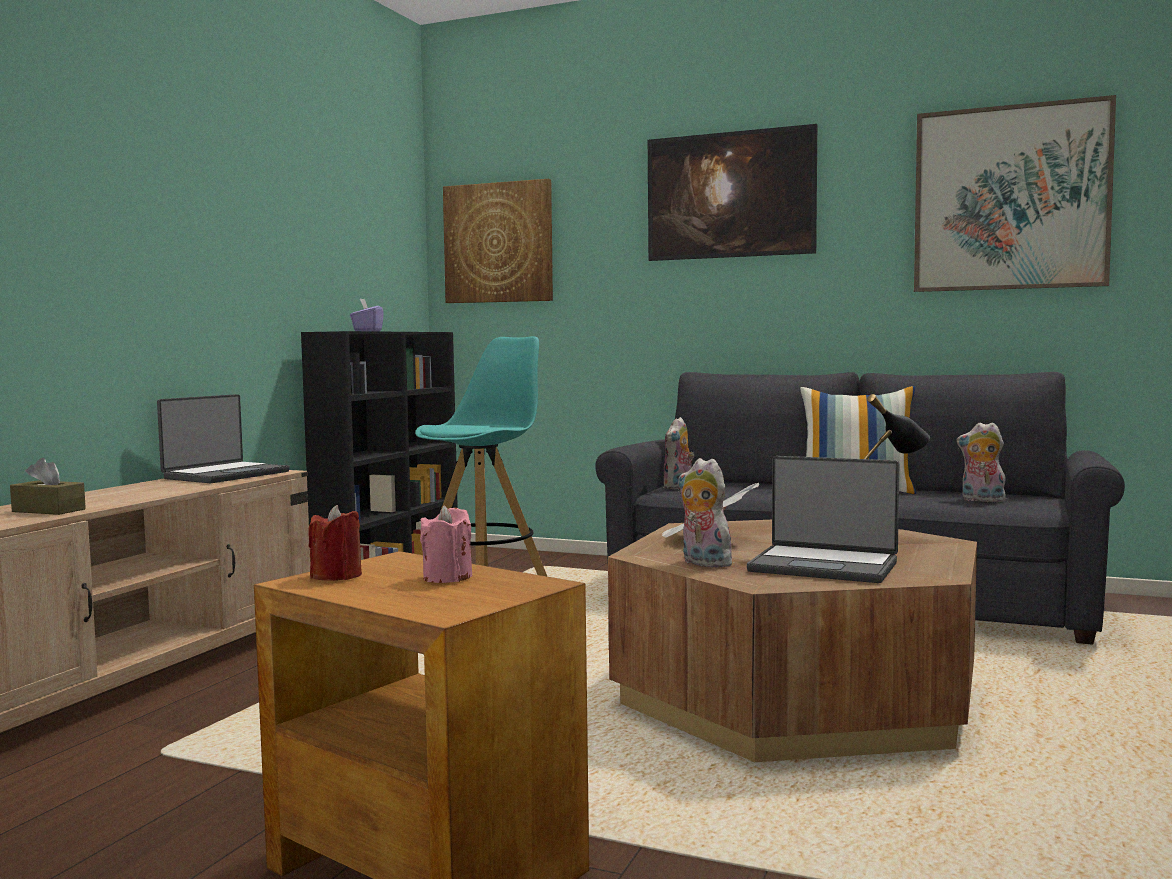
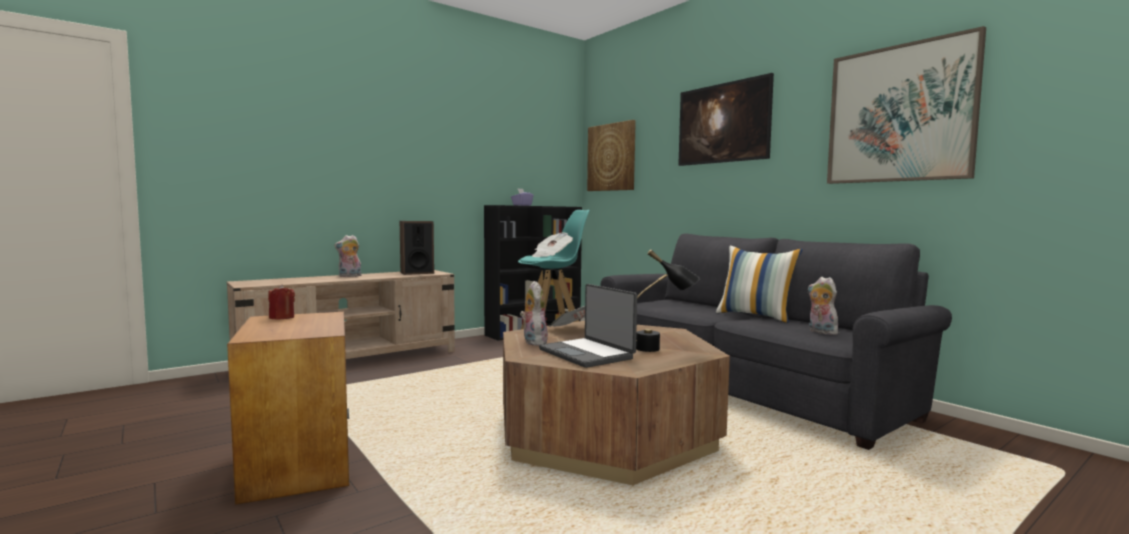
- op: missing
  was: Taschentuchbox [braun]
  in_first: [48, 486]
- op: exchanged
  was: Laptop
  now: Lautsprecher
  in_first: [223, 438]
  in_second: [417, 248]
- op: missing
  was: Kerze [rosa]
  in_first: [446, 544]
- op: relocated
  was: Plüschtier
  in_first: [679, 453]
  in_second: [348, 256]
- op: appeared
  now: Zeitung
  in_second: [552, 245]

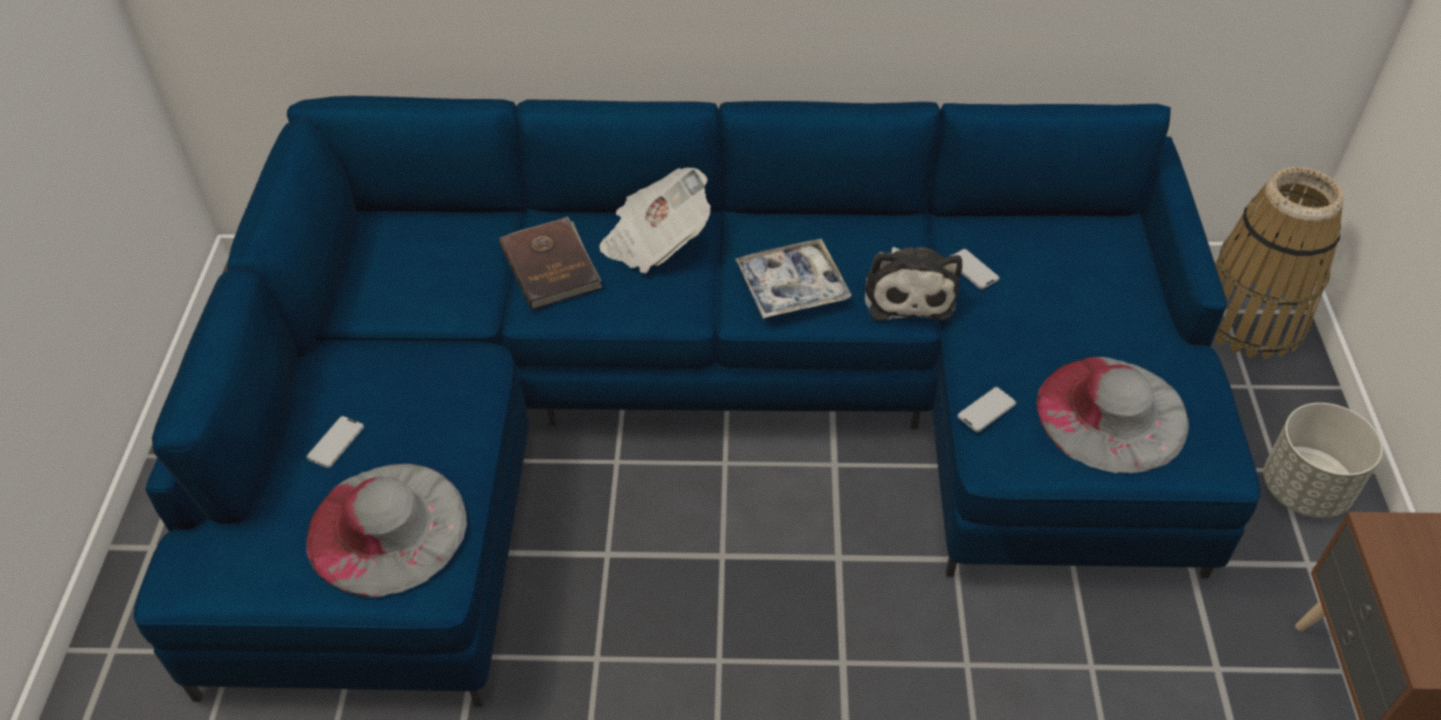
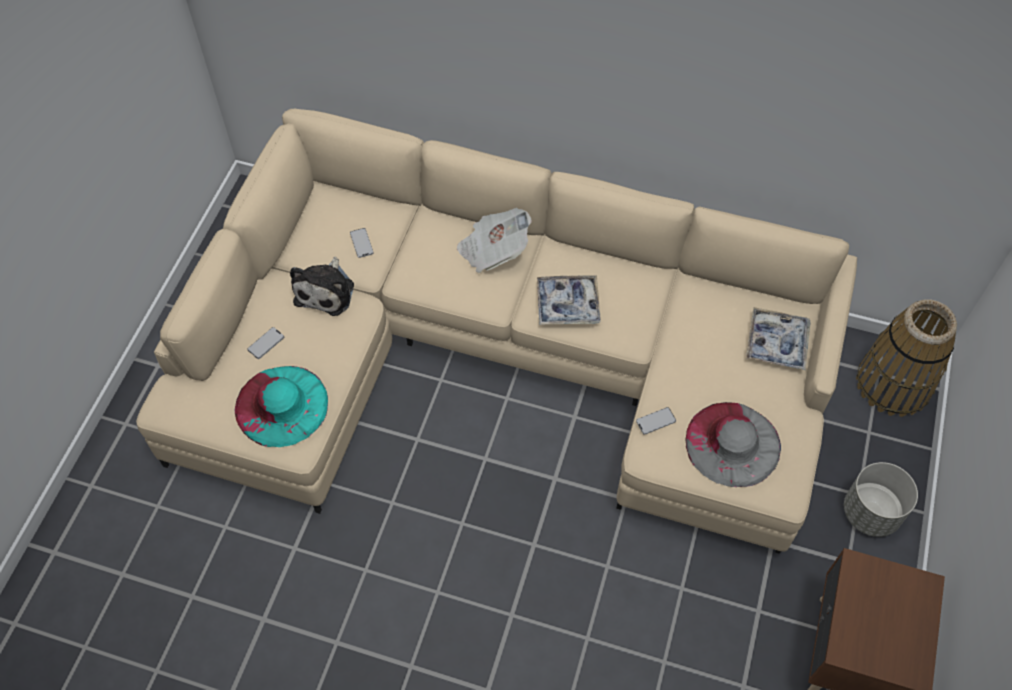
- op: colour
  was: Sofa [blau]
  now: Sofa [beige]
  in_first: [697, 401]
  in_second: [496, 331]
- op: colour
  was: Hut [grau]
  now: Hut [türkis]
  in_first: [386, 530]
  in_second: [281, 406]
- op: missing
  was: Buch [braun]
  in_first: [551, 263]
- op: relocated
  was: Plüschtier
  in_first: [913, 284]
  in_second: [322, 286]
- op: relocated
  was: Handy
  in_first: [974, 269]
  in_second: [362, 243]
- op: appeared
  now: Tablett
  in_second: [778, 338]

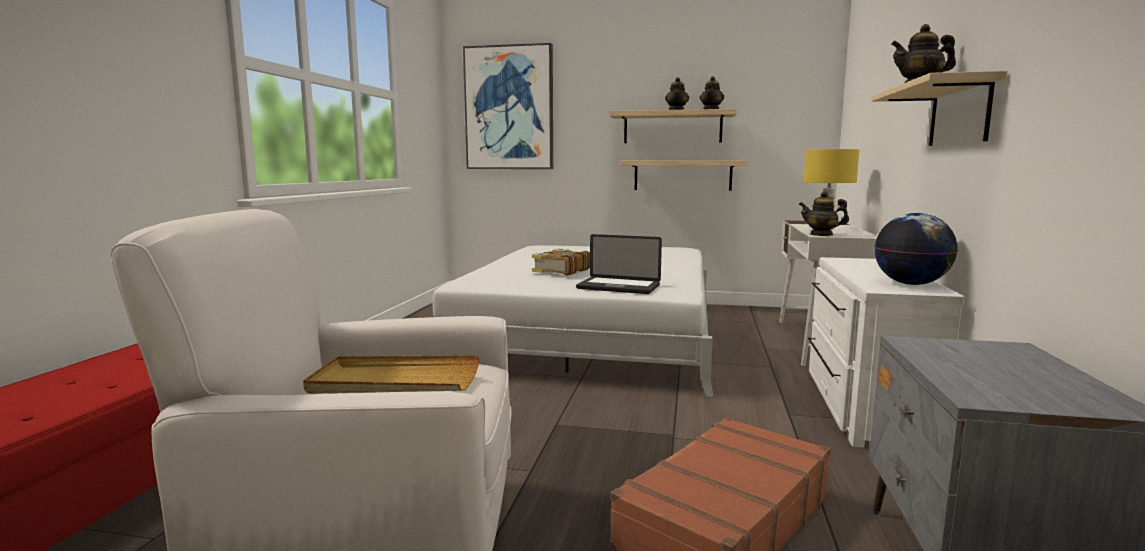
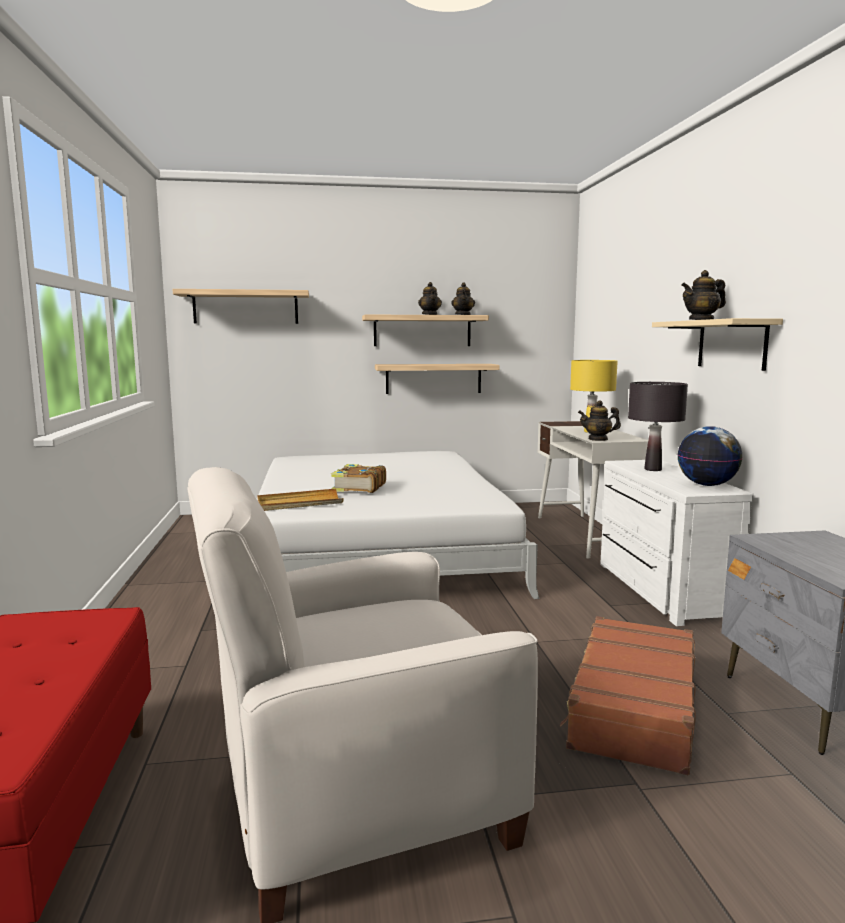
- op: relocated
  was: Tablett [beige]
  in_first: [391, 374]
  in_second: [300, 500]
- op: exchanged
  was: Bild
  now: Wandregal
  in_first: [508, 106]
  in_second: [240, 306]
- op: missing
  was: Laptop
  in_first: [619, 264]
- op: appeared
  now: Tischlampe [schwarz]
  in_second: [658, 426]

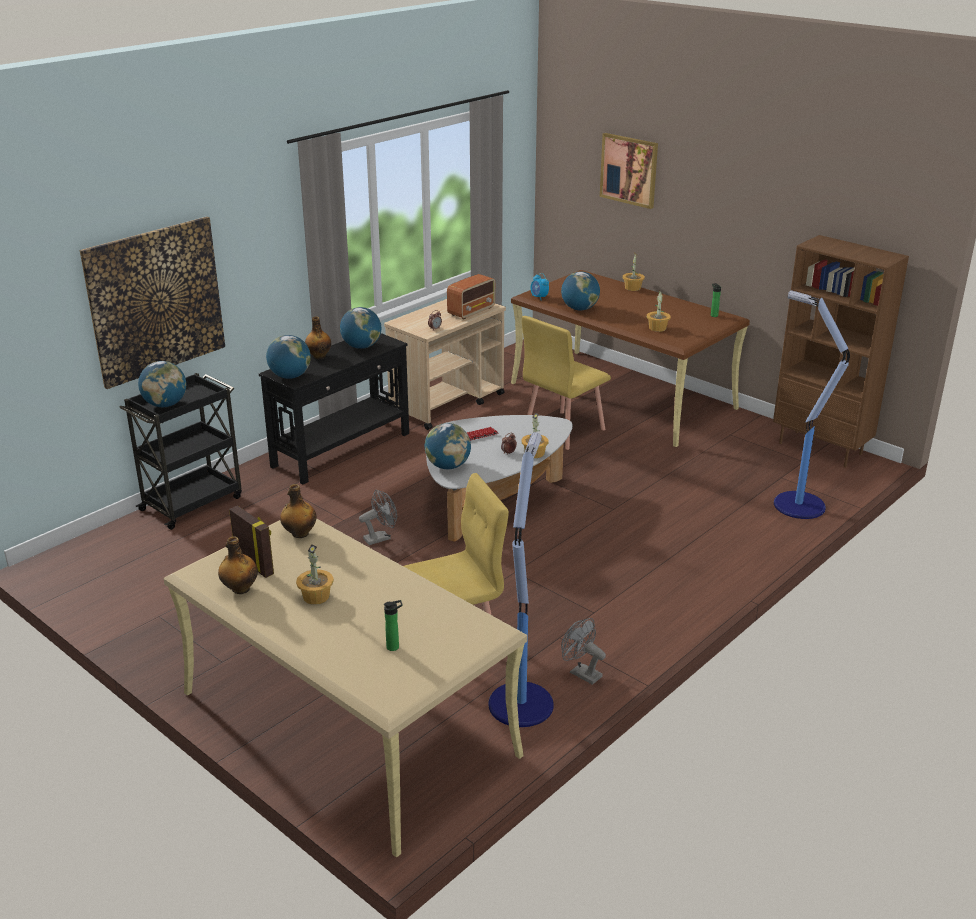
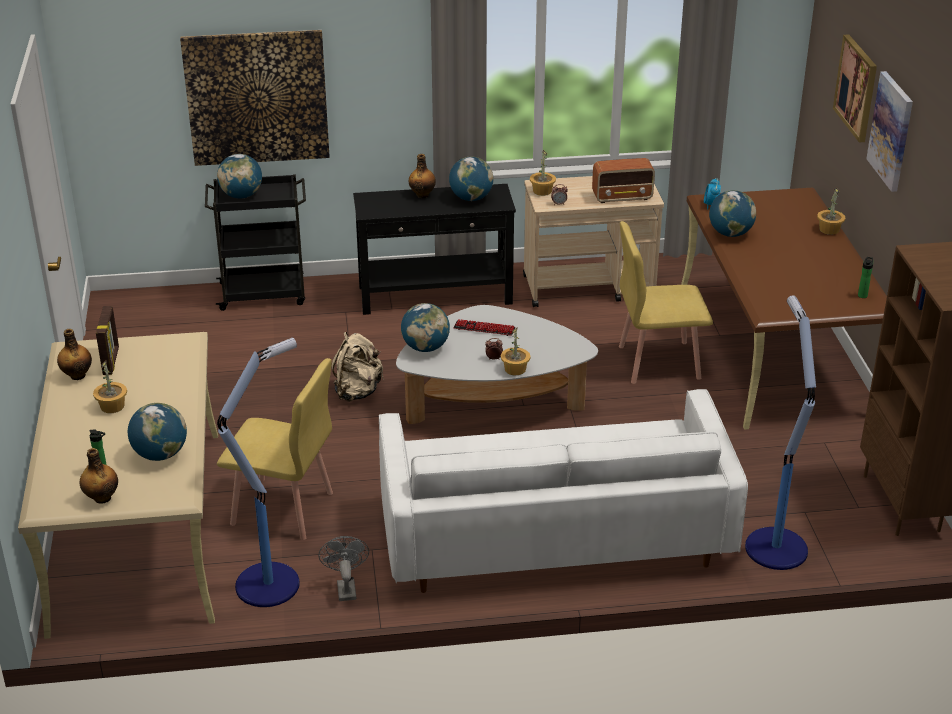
- op: relocated
  was: Globus
  in_first: [288, 357]
  in_second: [157, 432]
- op: relocated
  was: Flasche
  in_first: [298, 511]
  in_second: [99, 476]
- op: exchanged
  was: Ventilator [grau]
  now: Rucksack [beige]
  in_first: [378, 517]
  in_second: [357, 367]
- op: relocated
  was: Topfpflanze
  in_first: [659, 311]
  in_second: [543, 173]
- op: appeared
  now: Sofa [weiß]
  in_second: [563, 491]
- op: appeared
  now: Bild
  in_second: [889, 131]

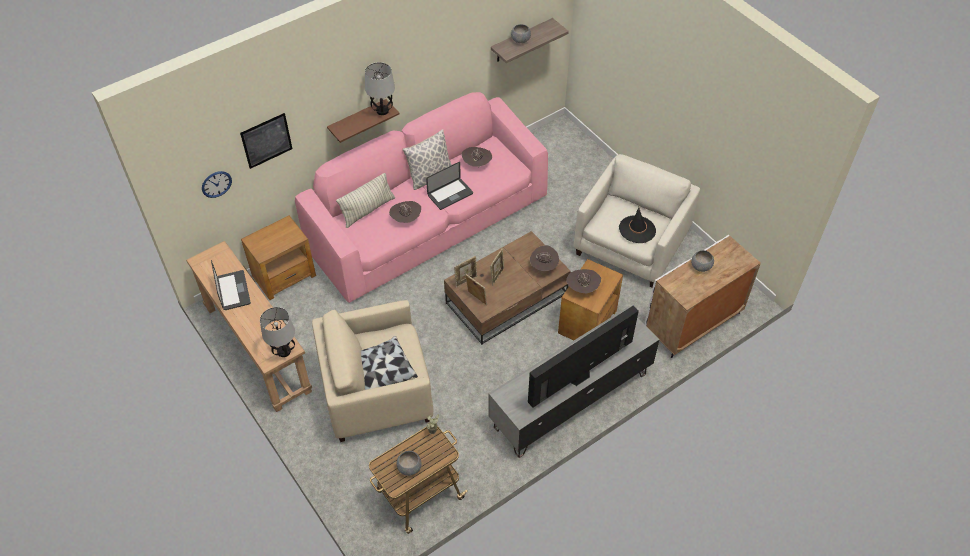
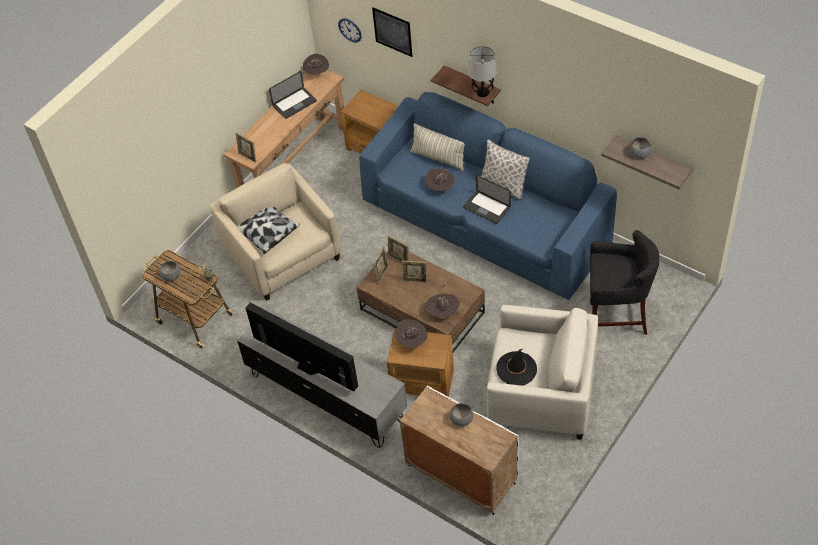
- op: exchanged
  was: Tischlampe
  now: Bilderrahmen
  in_first: [277, 332]
  in_second: [245, 147]
- op: colour
  was: Sofa [rosa]
  now: Sofa [blau]
  in_first: [421, 197]
  in_second: [488, 196]
- op: relocated
  was: Hut [braun]
  in_first: [477, 157]
  in_second: [316, 64]
- op: appeared
  now: Hocker [schwarz]
  in_second: [625, 282]

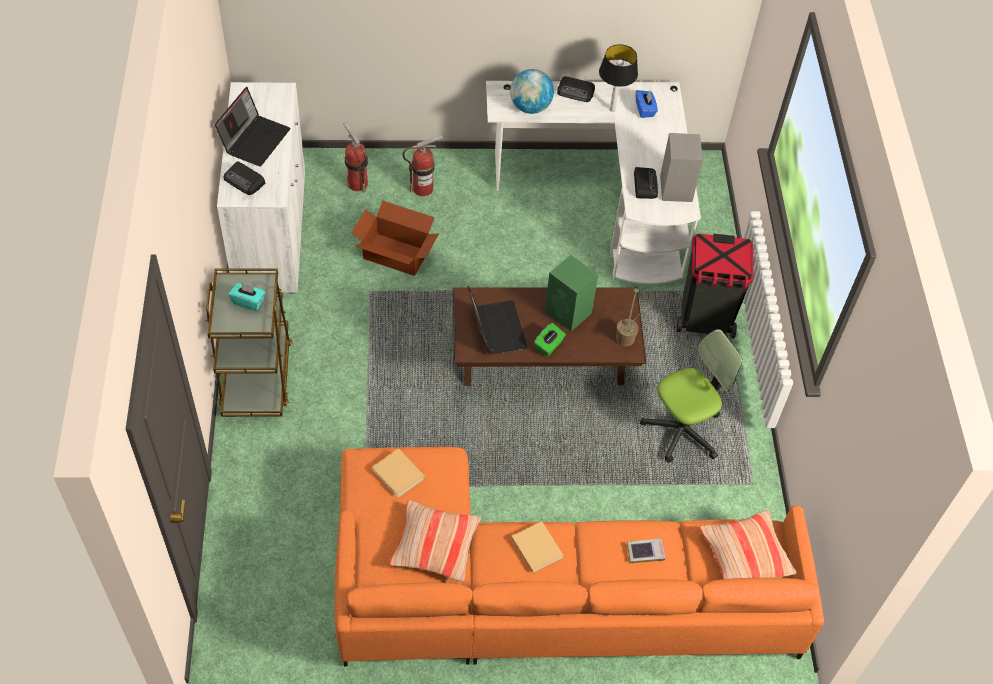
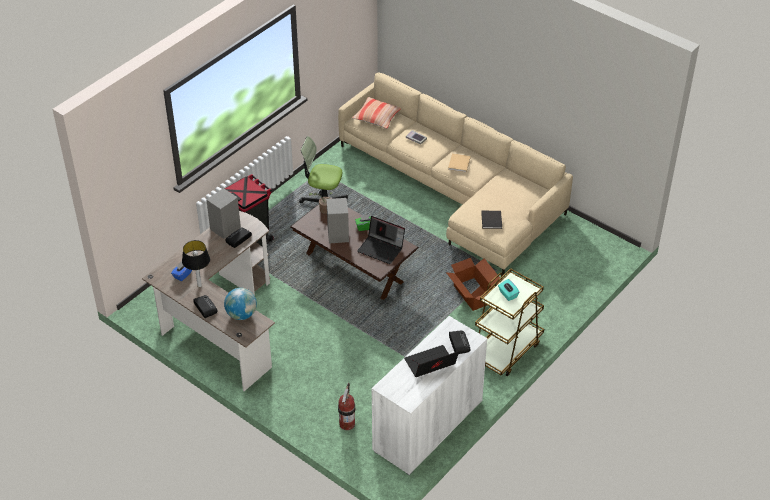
- op: colour
  was: Sofa [orange]
  now: Sofa [beige]
  in_first: [579, 557]
  in_second: [455, 173]
- op: relocated
  was: Karton
  in_first: [395, 238]
  in_second: [473, 284]
- op: colour
  was: Buch [beige]
  now: Buch [schwarz]
  in_first: [398, 473]
  in_second: [491, 220]
- op: missing
  was: Kissen
  in_first: [435, 541]
- op: missing
  was: Feuerlöscher
  in_first: [423, 165]
- op: spun
  was: Laptop
  in_first: [497, 320]
  in_second: [381, 240]
  clockwise: -90
- op: colour
  was: Schreibtisch [weiß]
  now: Schreibtisch [braun]
  in_first: [593, 182]
  in_second: [208, 301]
- op: colour
  was: Lautsprecher [grün]
  now: Lautsprecher [grau]
  in_first: [571, 293]
  in_second: [337, 220]

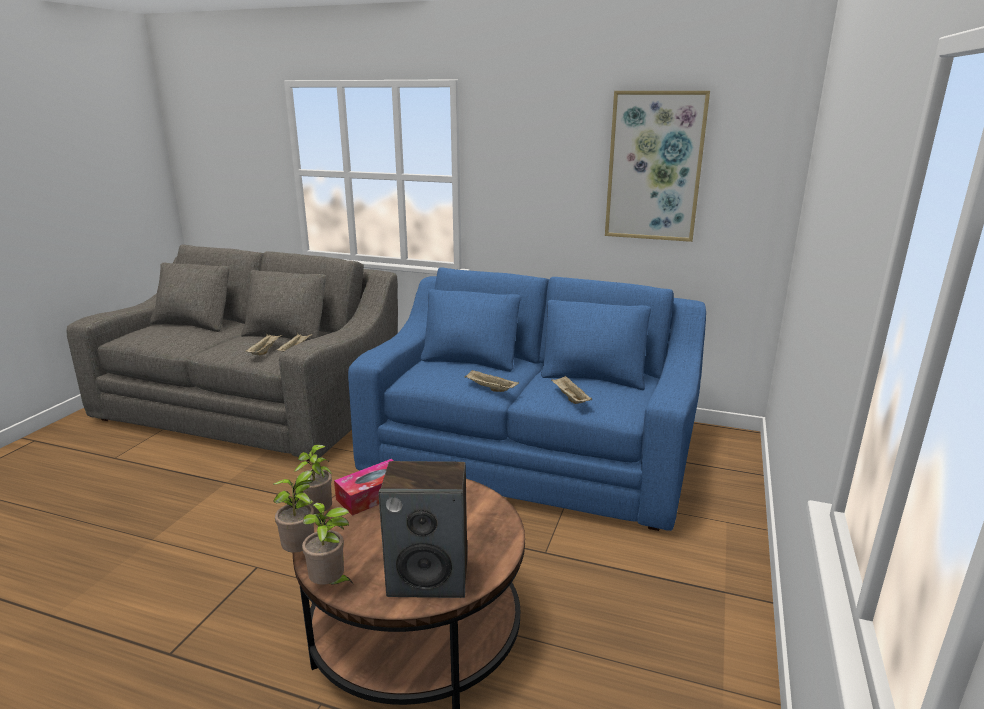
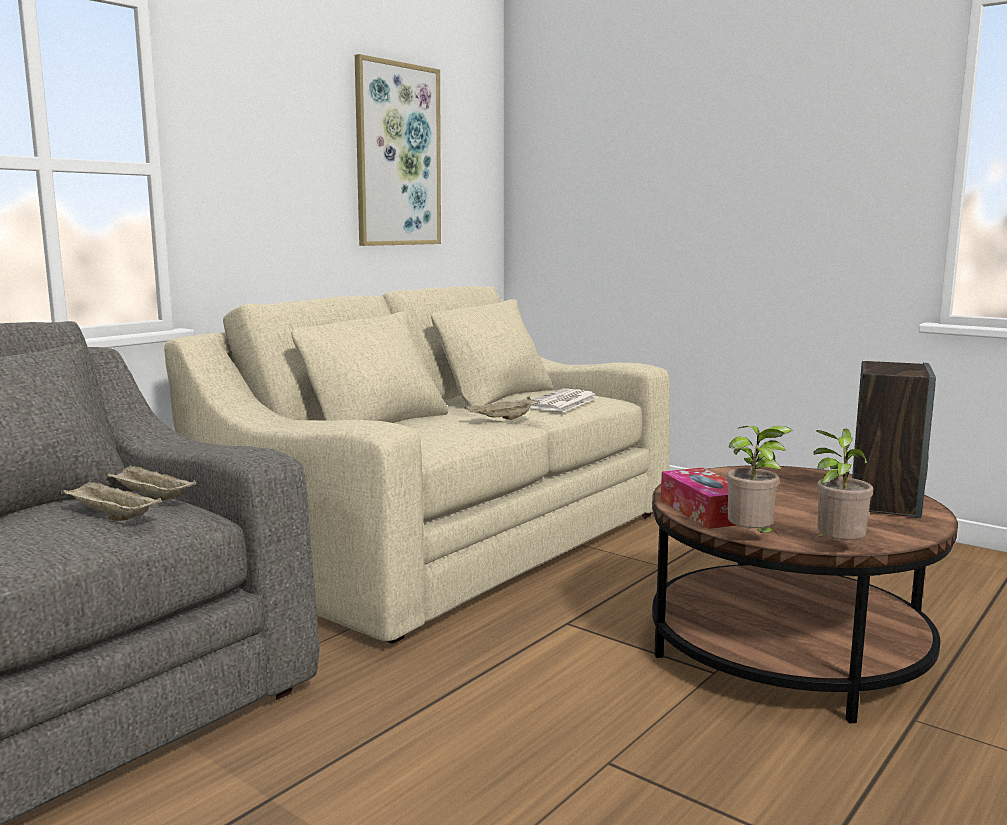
- op: missing
  was: Topfpflanze
  in_first: [327, 544]
- op: colour
  was: Sofa [blau]
  now: Sofa [beige]
  in_first: [527, 399]
  in_second: [417, 465]
- op: exchanged
  was: Tablett [beige]
  now: Zeitung
  in_first: [571, 390]
  in_second: [564, 400]

